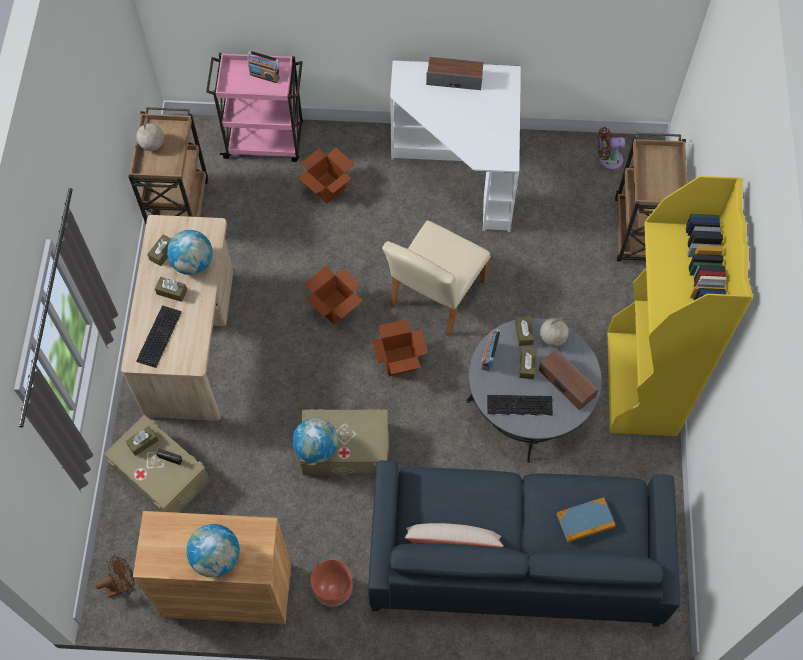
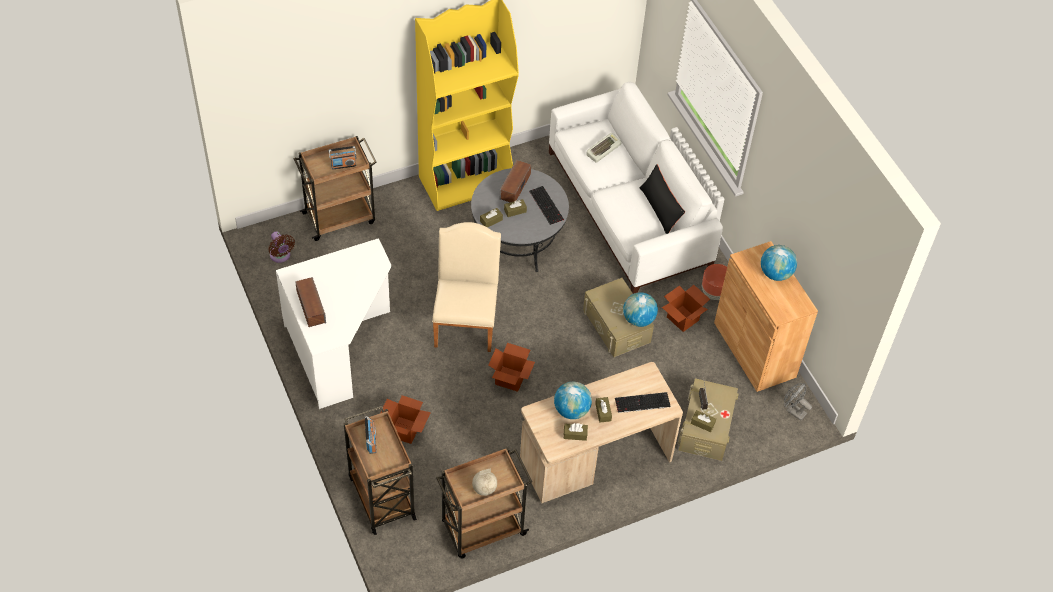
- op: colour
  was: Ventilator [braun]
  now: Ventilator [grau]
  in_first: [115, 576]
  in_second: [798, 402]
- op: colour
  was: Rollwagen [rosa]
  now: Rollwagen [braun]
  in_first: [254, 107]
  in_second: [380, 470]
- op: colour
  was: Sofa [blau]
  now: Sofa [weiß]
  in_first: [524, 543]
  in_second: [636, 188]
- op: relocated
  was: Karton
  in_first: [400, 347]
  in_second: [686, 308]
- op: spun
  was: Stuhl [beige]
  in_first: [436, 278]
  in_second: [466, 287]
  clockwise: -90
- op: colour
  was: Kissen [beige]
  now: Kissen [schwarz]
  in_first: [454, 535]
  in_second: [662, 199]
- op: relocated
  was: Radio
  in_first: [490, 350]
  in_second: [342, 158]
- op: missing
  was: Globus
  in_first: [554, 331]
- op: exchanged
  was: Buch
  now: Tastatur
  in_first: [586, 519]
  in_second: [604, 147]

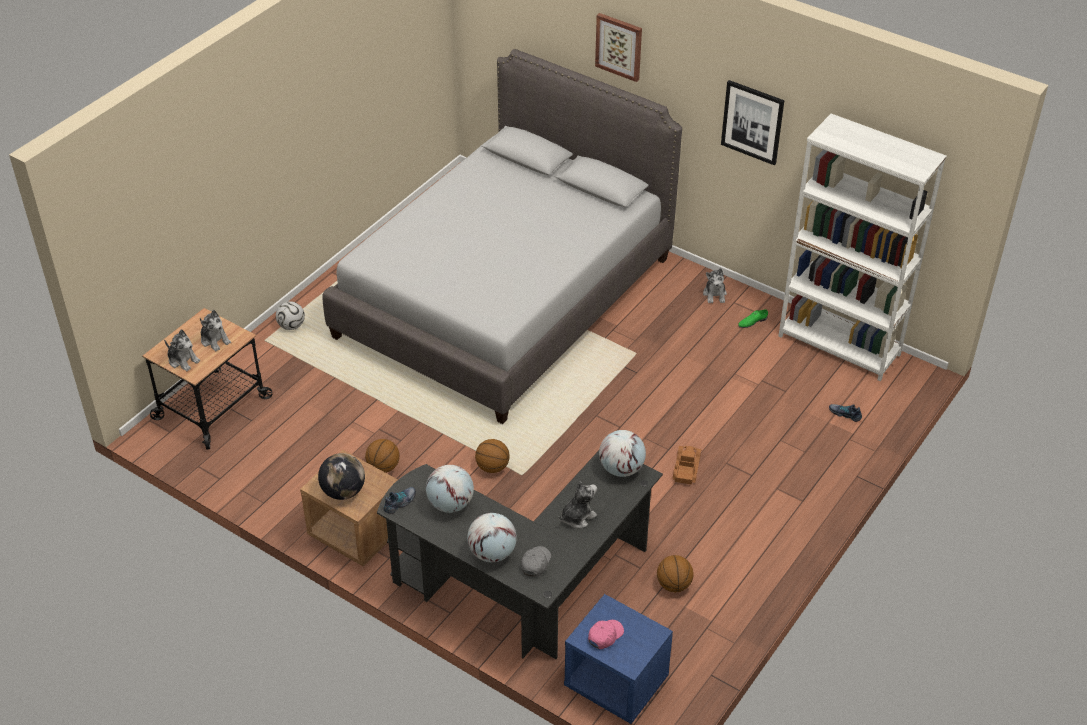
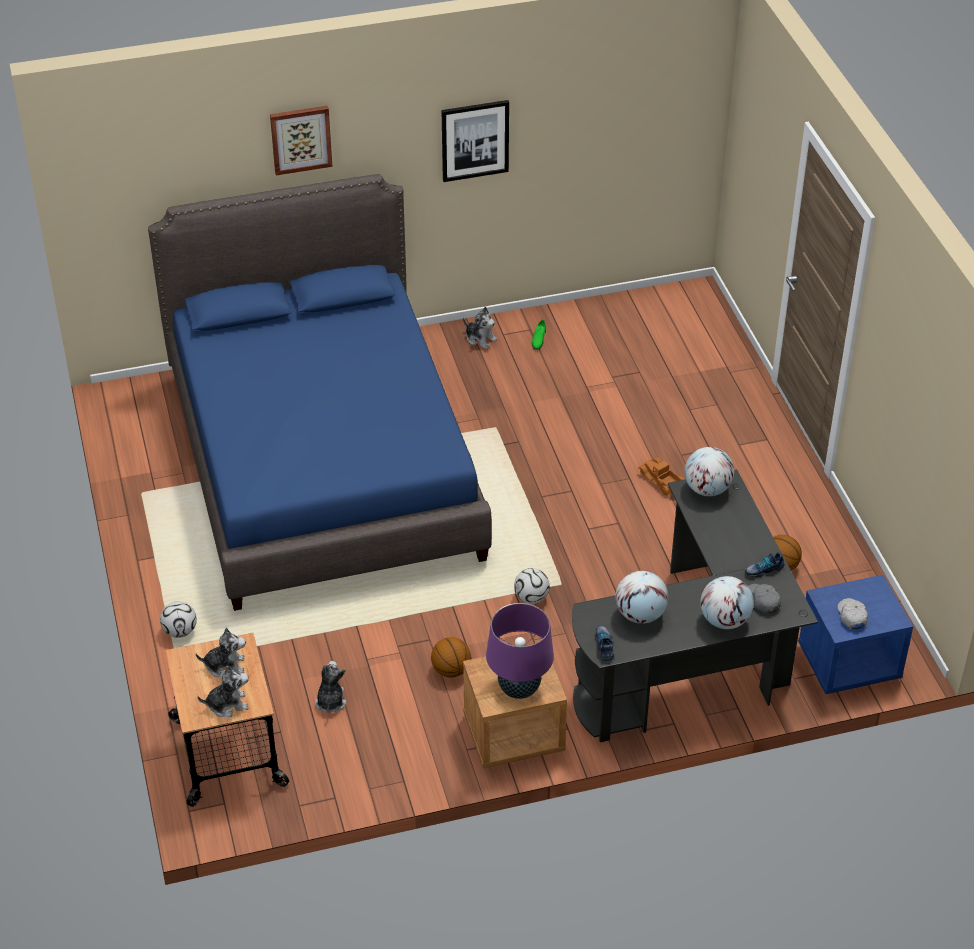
- op: exchanged
  was: Globus
  now: Tischlampe [lila]
  in_first: [341, 476]
  in_second: [520, 651]
- op: colour
  was: Bett [grau]
  now: Bett [blau]
  in_first: [502, 236]
  in_second: [320, 392]
- op: exchanged
  was: Basketball
  now: Fußball
  in_first: [492, 456]
  in_second: [532, 586]
- op: relocated
  was: Plüschtier
  in_first: [577, 504]
  in_second: [331, 687]
- op: colour
  was: Kappe [rosa]
  now: Kappe [weiß]
  in_first: [606, 634]
  in_second: [853, 613]
- op: missing
  was: Bücherregal [weiß]
  in_first: [862, 247]
- op: relocated
  was: Schuh
  in_first: [845, 413]
  in_second: [764, 565]

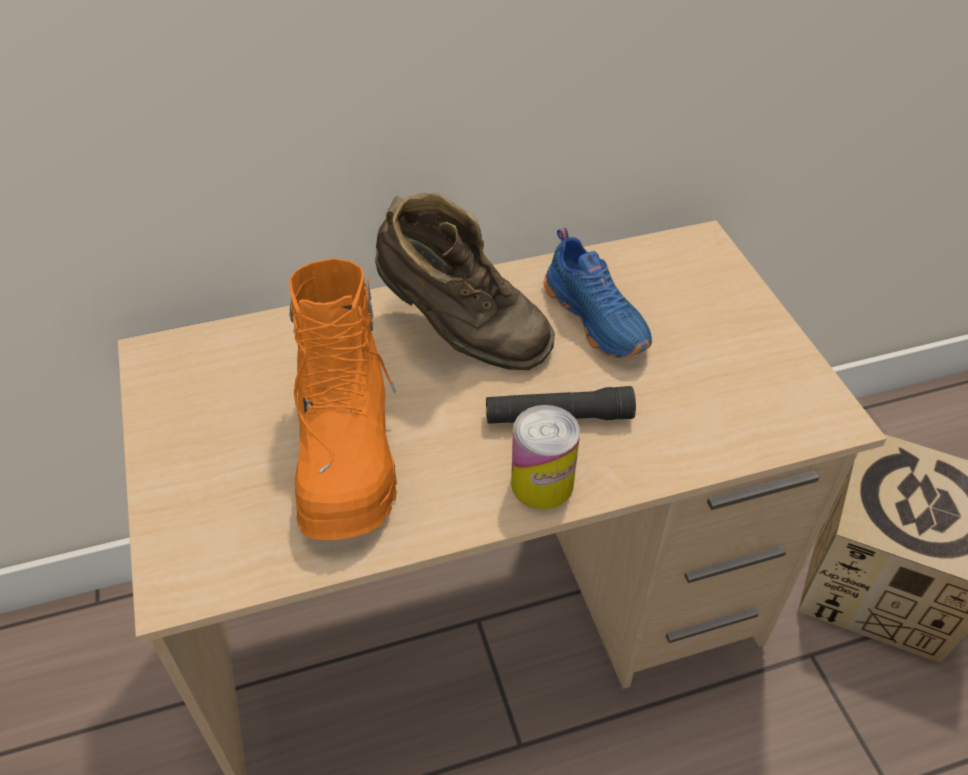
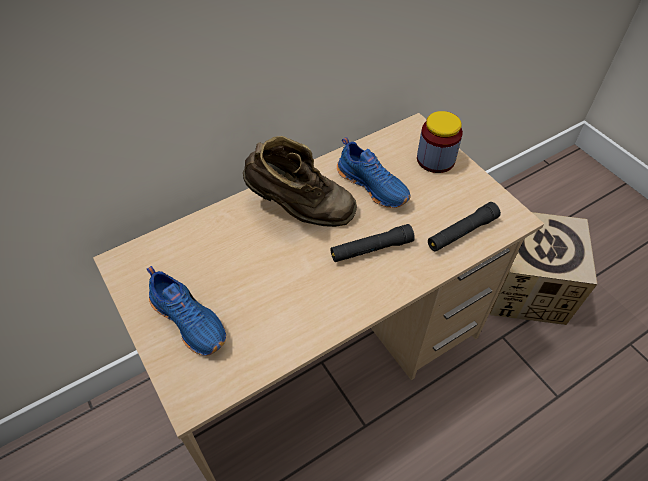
- op: missing
  was: Stiefel [orange]
  in_first: [343, 399]
- op: missing
  was: Dose
  in_first: [545, 457]
- op: appeared
  now: Schuh [blau]
  in_second: [186, 311]
- op: appeared
  now: Vorratsglas
  in_second: [440, 142]
- op: appeared
  now: Taschenlampe [schwarz]
  in_second: [464, 227]

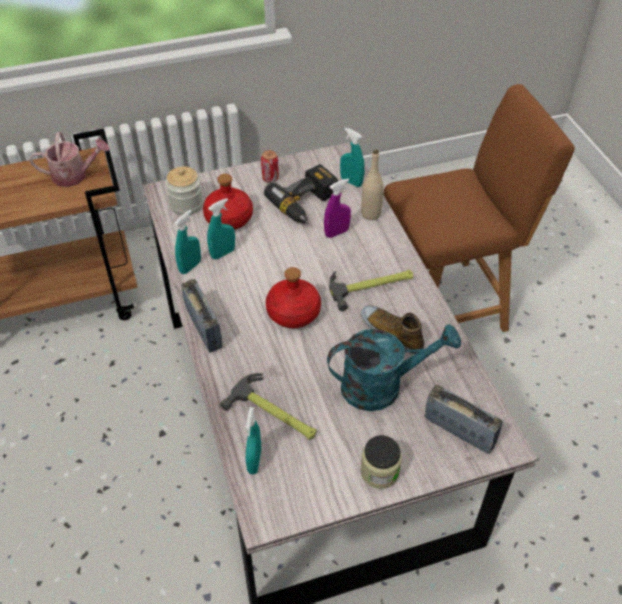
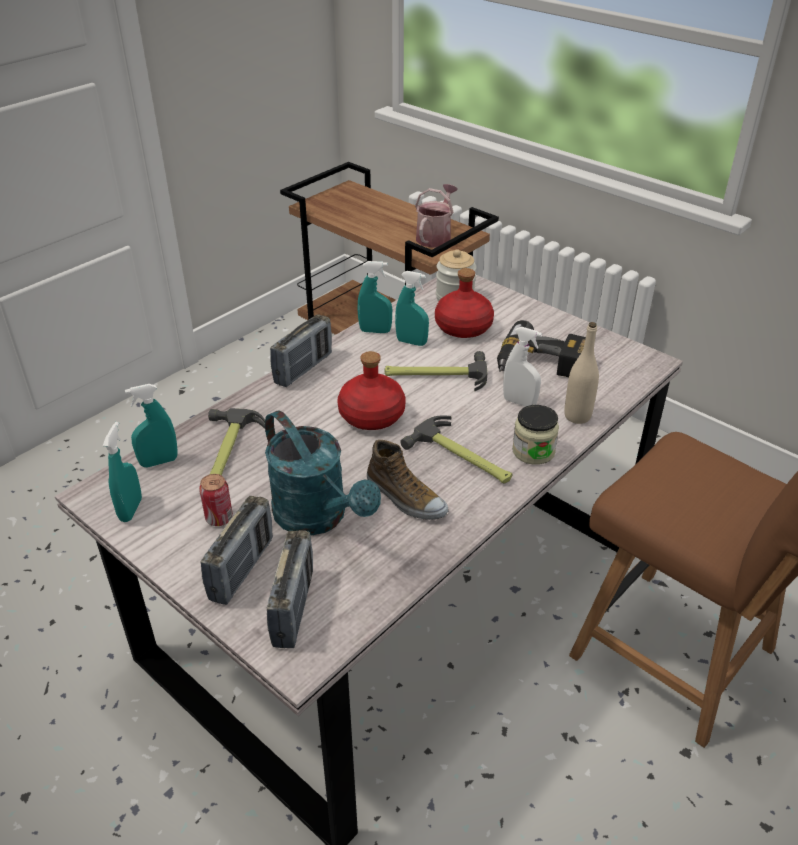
- op: spun
  was: Gießkanne
  in_first: [69, 159]
  in_second: [436, 216]
  clockwise: -120
- op: relocated
  was: Dose
  in_first: [270, 166]
  in_second: [216, 500]
- op: colour
  was: Sprühflasche [lila]
  now: Sprühflasche [weiß]
  in_first: [337, 208]
  in_second: [522, 367]
- op: relocated
  was: Sprühflasche [türkis]
  in_first: [352, 157]
  in_second: [122, 472]
- op: relocated
  was: Vorratsglas
  in_first: [381, 462]
  in_second: [535, 435]
- op: spun
  was: Schuh
  in_first: [392, 329]
  in_second: [407, 480]
  clockwise: 120
- op: appeared
  now: Radio
  in_second: [236, 550]
- op: appeared
  now: Hammer
  in_second: [436, 371]

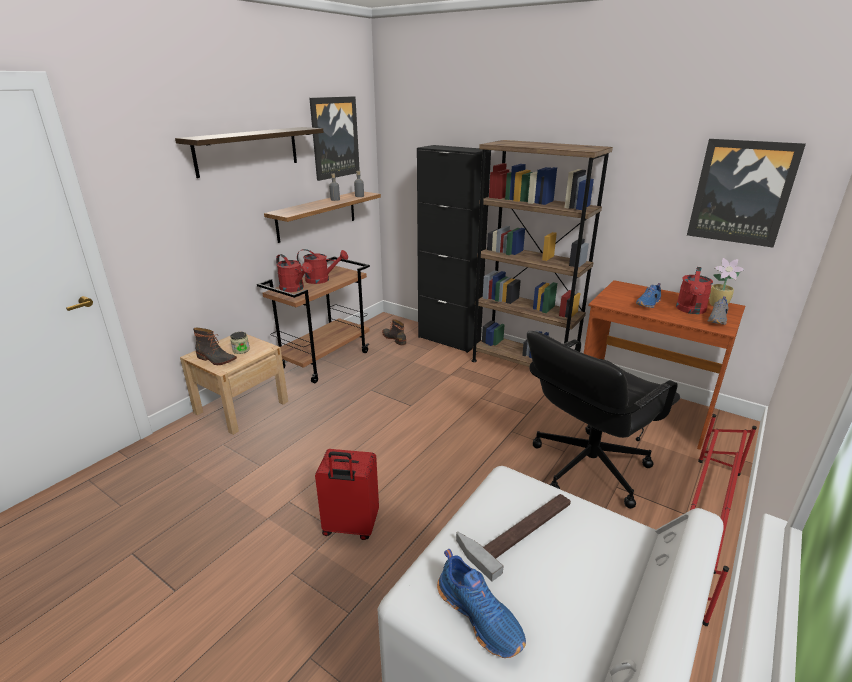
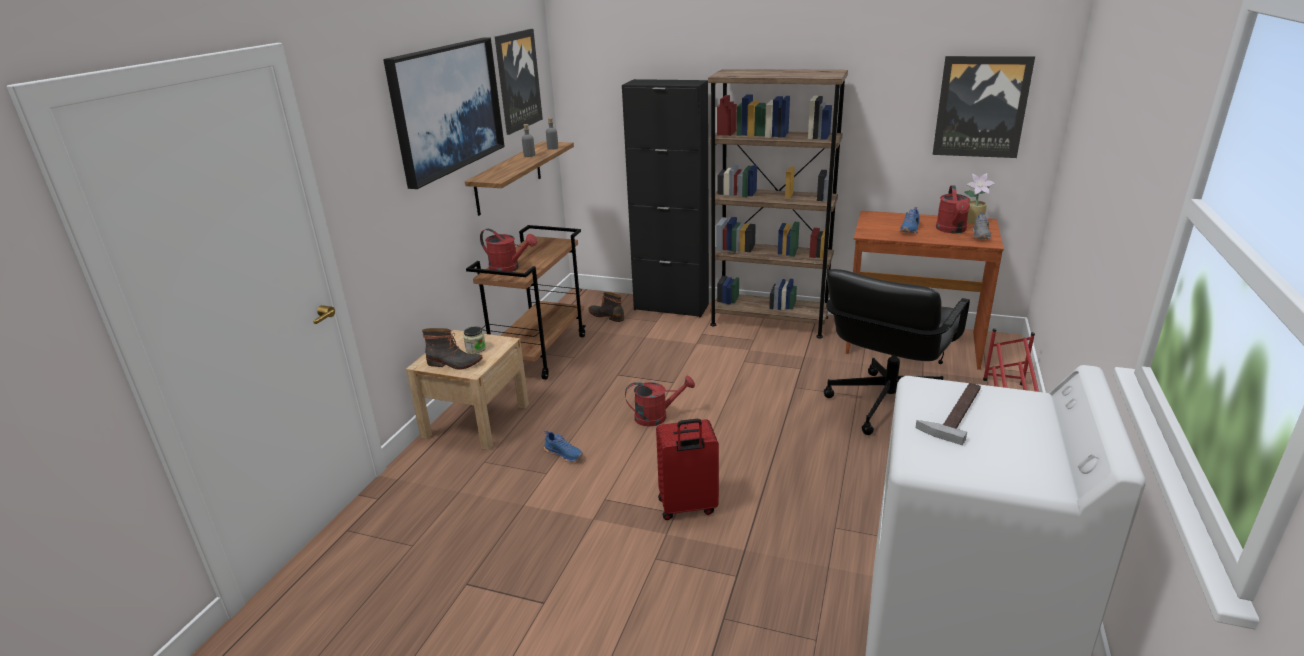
- op: exchanged
  was: Wandregal
  now: Bild
  in_first: [249, 152]
  in_second: [444, 113]
- op: relocated
  was: Gießkanne [rot]
  in_first: [322, 266]
  in_second: [660, 401]
- op: relocated
  was: Schuh [blau]
  in_first: [481, 603]
  in_second: [563, 446]

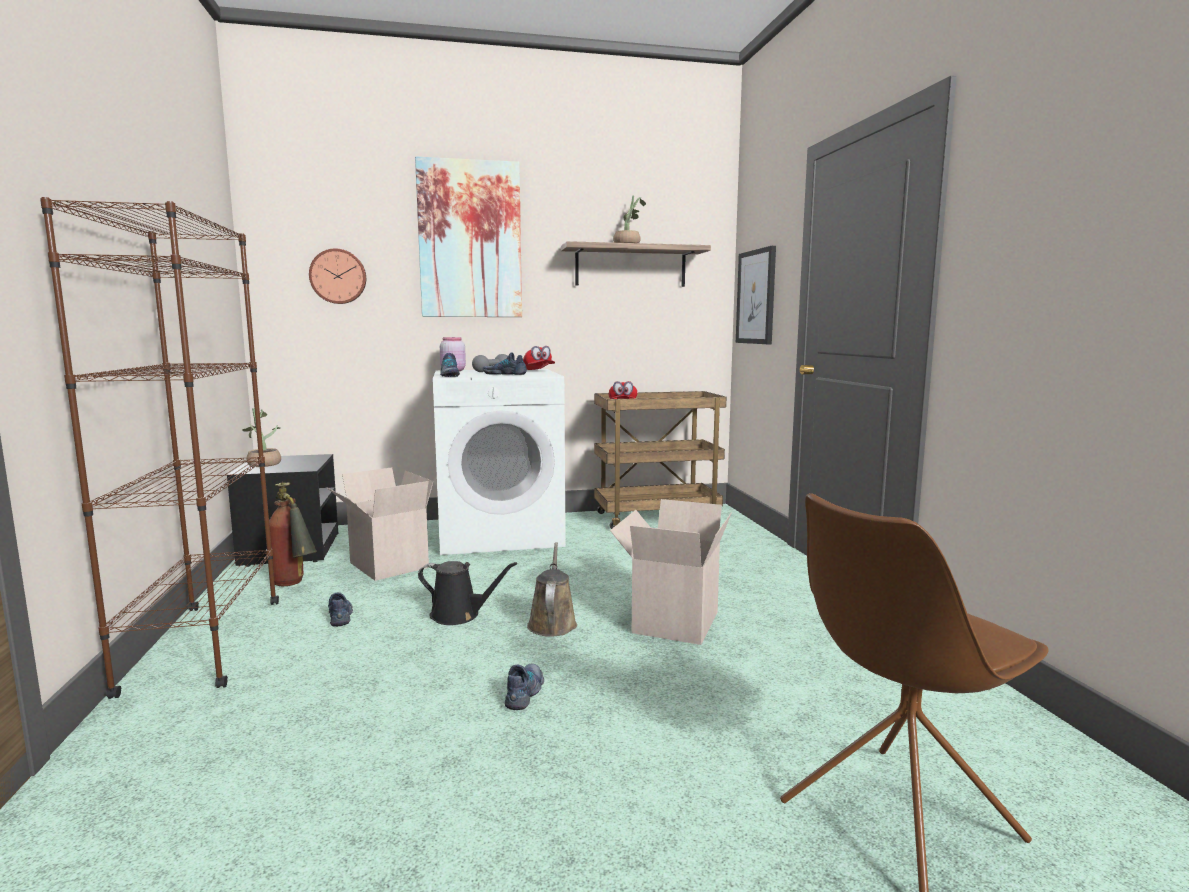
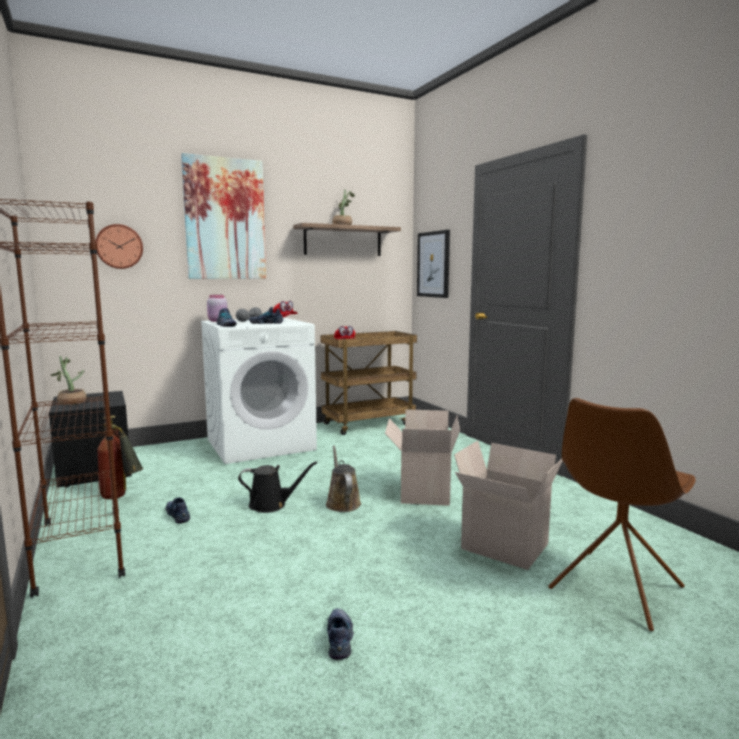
- op: relocated
  was: Karton
  in_first: [379, 524]
  in_second: [508, 505]
- op: relocated
  was: Schuh
  in_first: [524, 687]
  in_second: [340, 634]

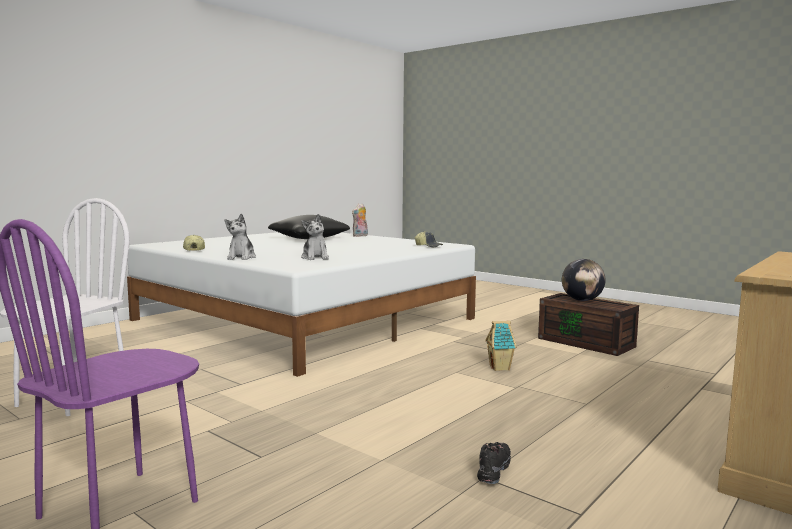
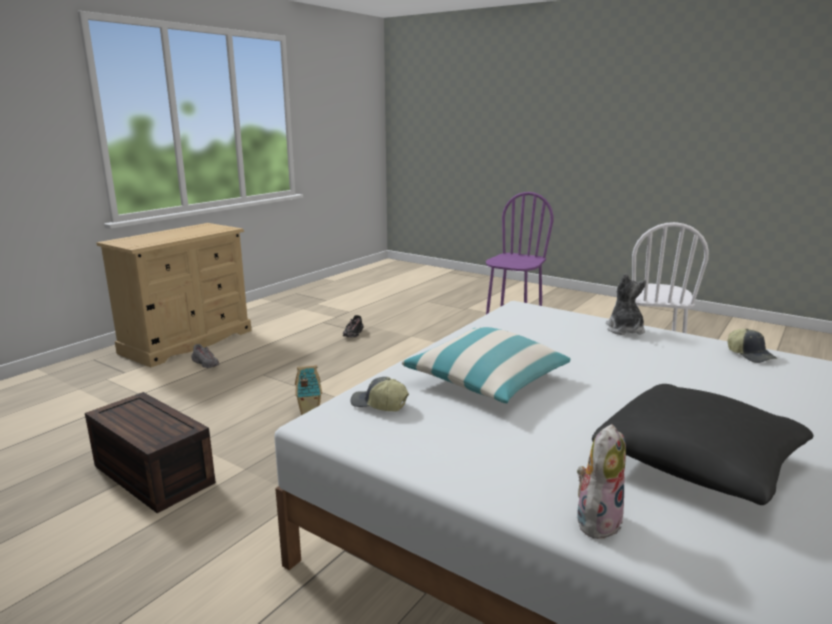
- op: missing
  was: Plüschtier
  in_first: [315, 237]
- op: missing
  was: Globus
  in_first: [583, 280]
- op: appeared
  now: Schuh [grau]
  in_second: [205, 356]
- op: appeared
  now: Kissen
  in_second: [486, 365]

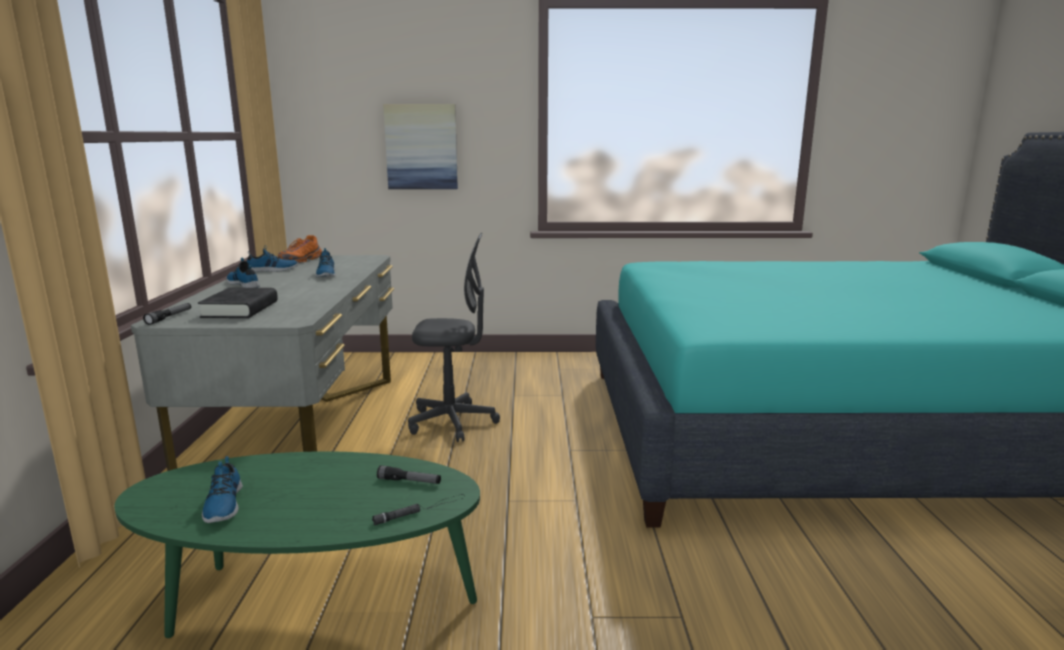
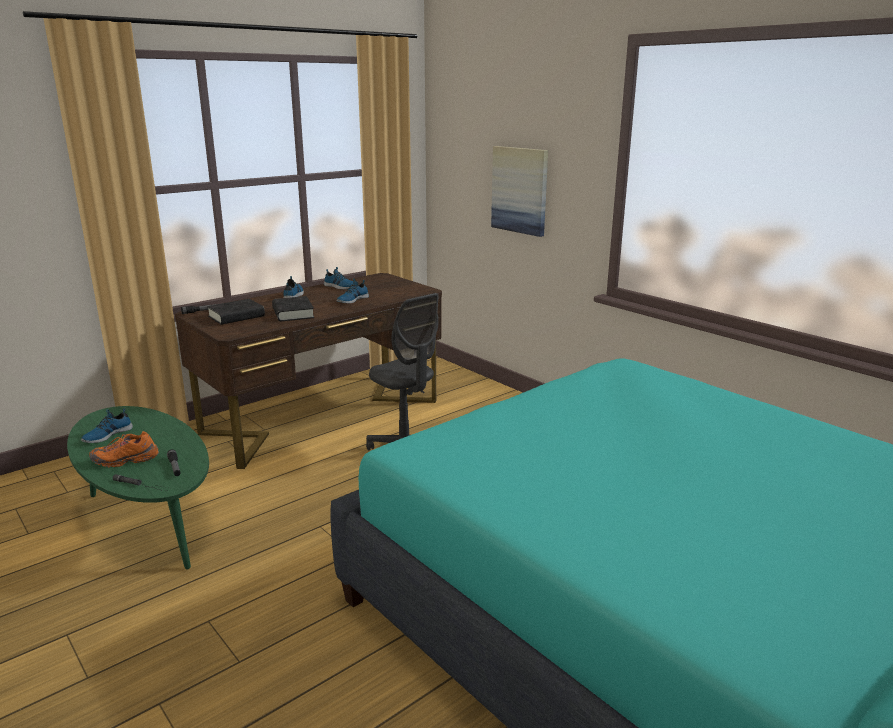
- op: colour
  was: Schreibtisch [grau]
  now: Schreibtisch [braun]
  in_first: [262, 363]
  in_second: [308, 371]
- op: relocated
  was: Schuh [orange]
  in_first: [300, 249]
  in_second: [124, 449]
- op: appeared
  now: Buch [schwarz]
  in_second: [293, 308]

